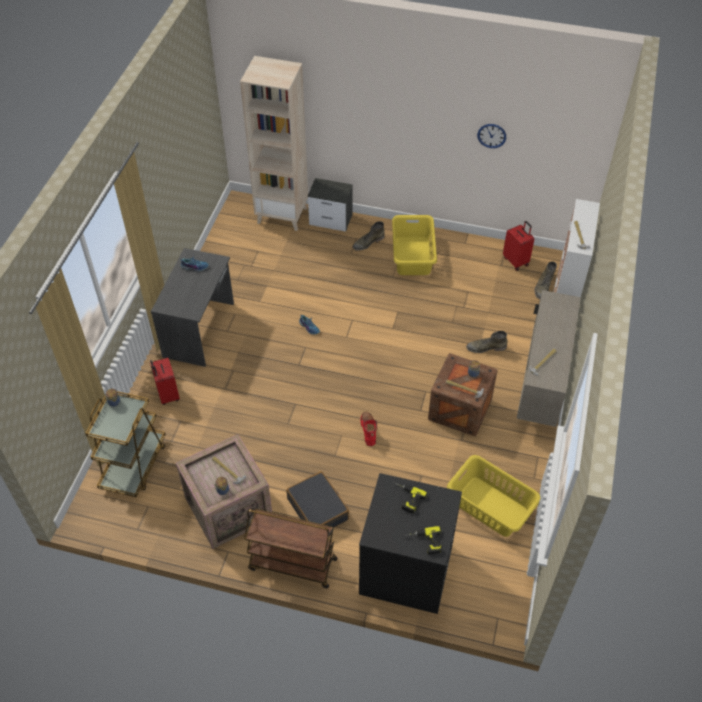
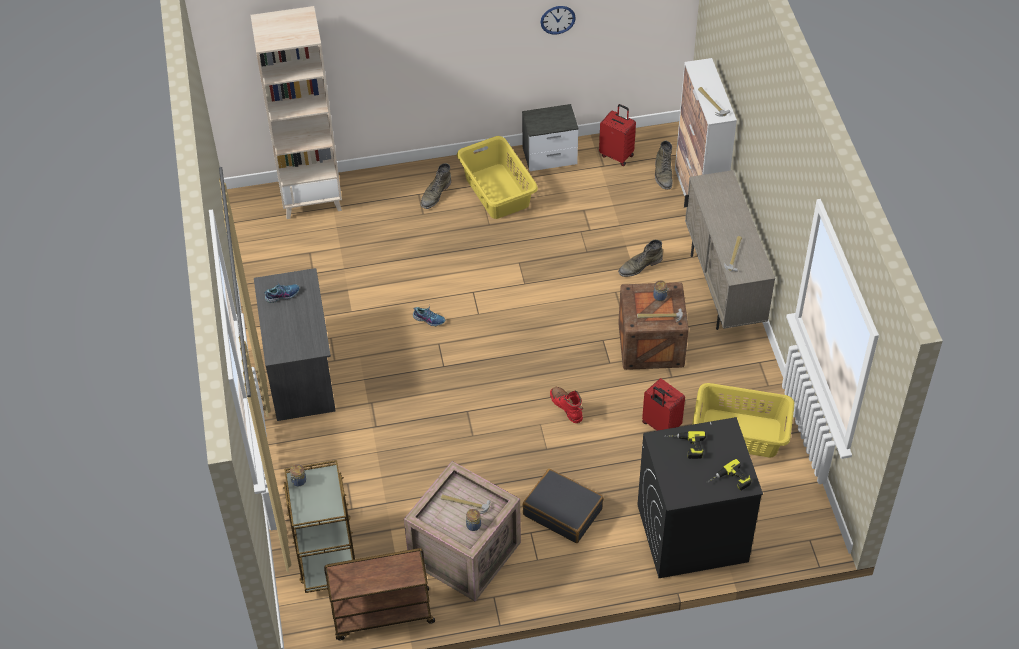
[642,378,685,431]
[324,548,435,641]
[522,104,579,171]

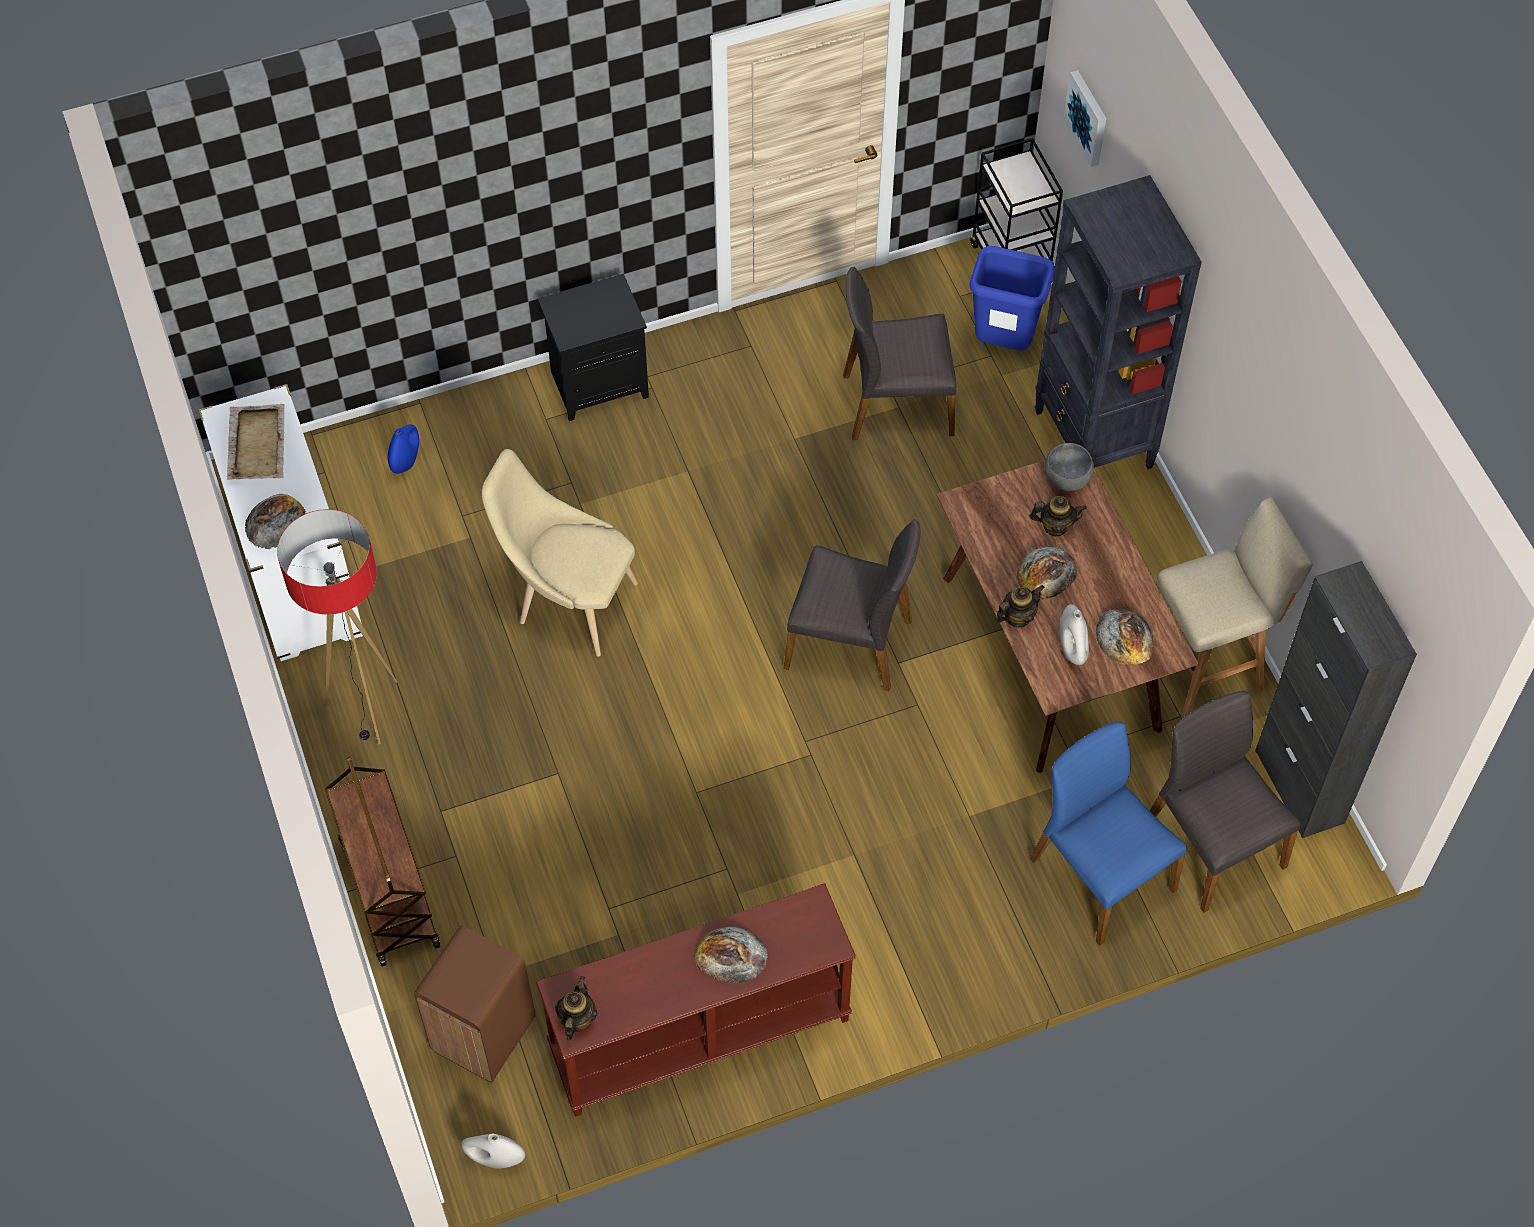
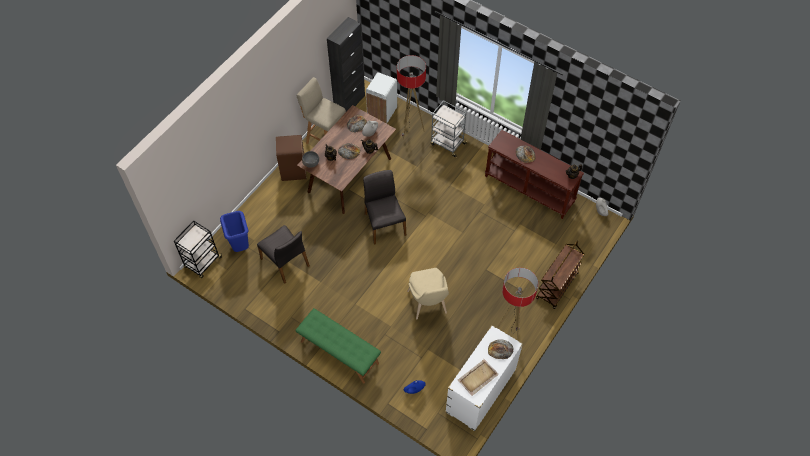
[276,135,306,181]
[295,308,381,384]
[397,55,426,140]
[1035,175,1202,469] (first image)
[1063,70,1106,167] (first image)
[366,72,397,124]
[430,100,467,157]

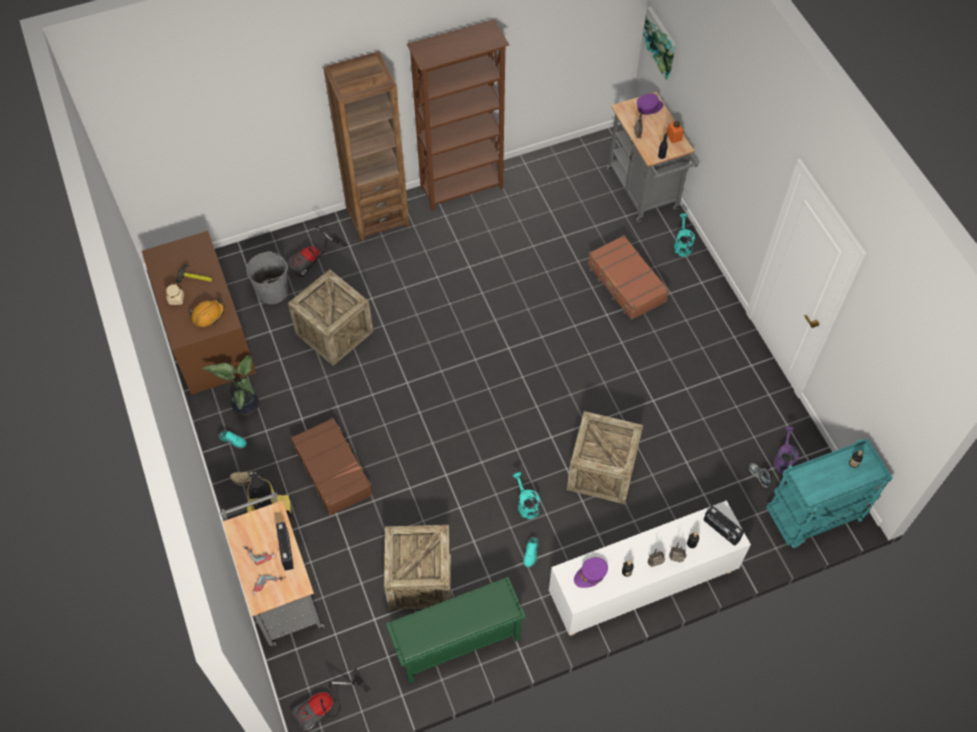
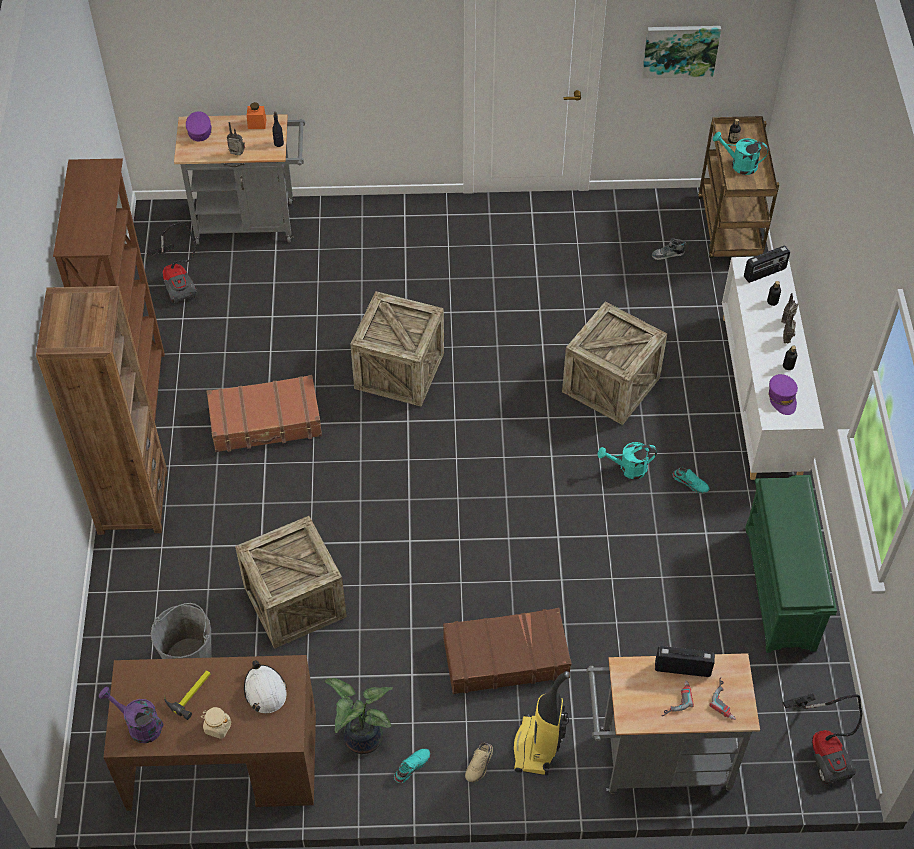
[244,660,287,713]
[147,222,196,304]
[350,291,444,406]
[207,375,322,452]
[642,26,721,79]
[713,132,768,175]
[698,116,779,258]
[99,687,164,743]

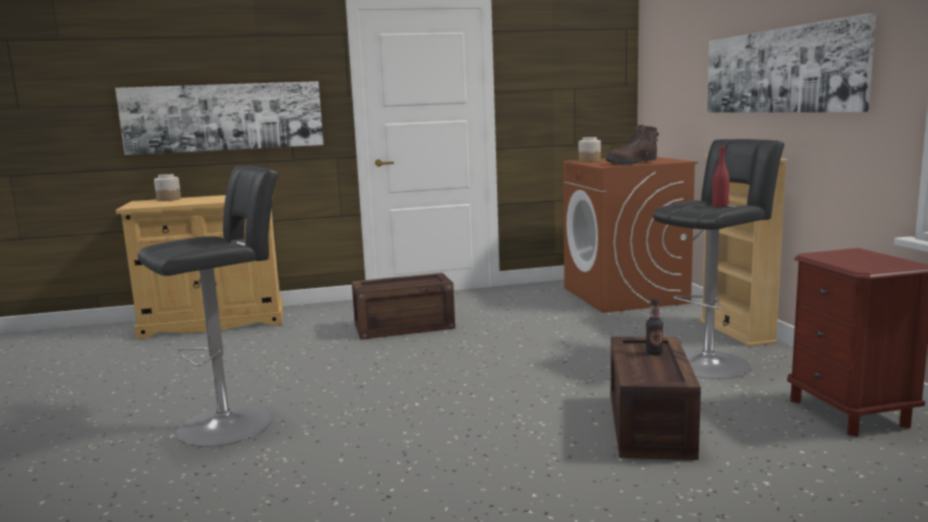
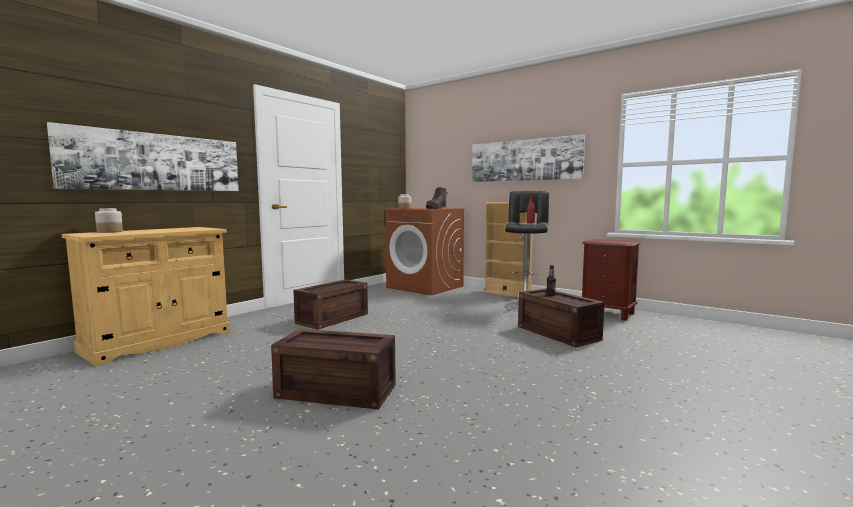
[271,329,396,409]

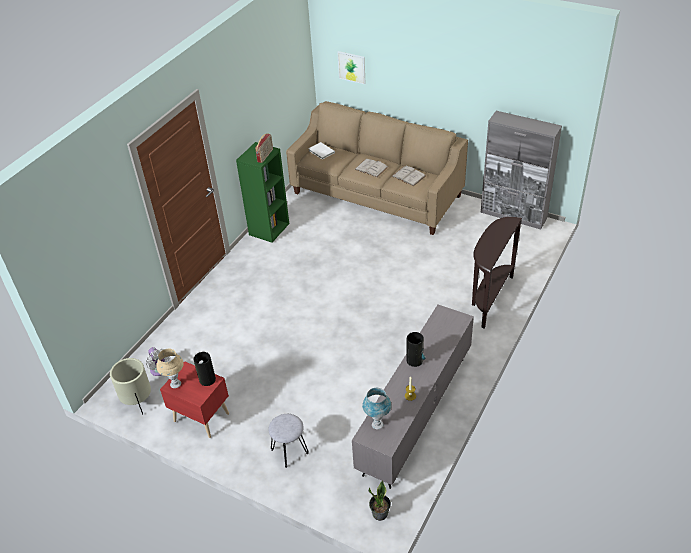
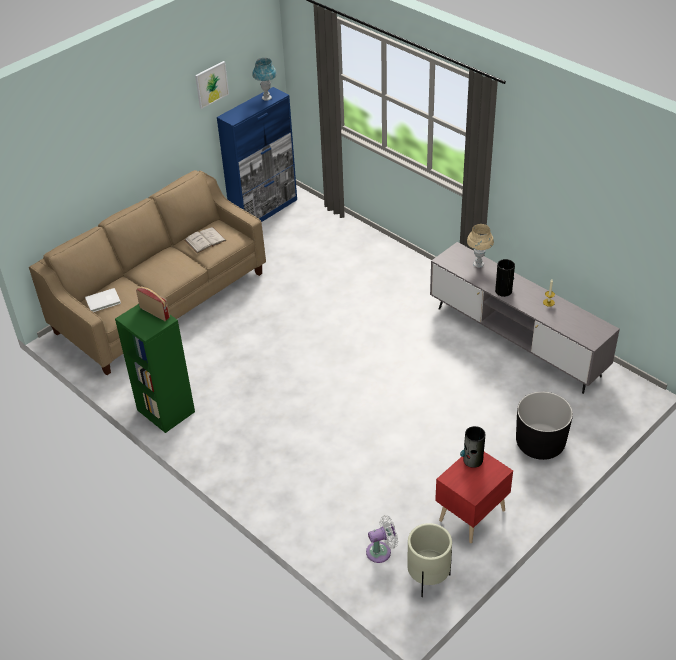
[467,224,494,268]
[516,392,573,460]
[195,61,229,109]
[354,159,388,177] (first image)
[252,58,277,101]
[369,481,391,521] (first image)
[472,217,522,328] (first image)
[217,87,297,222]

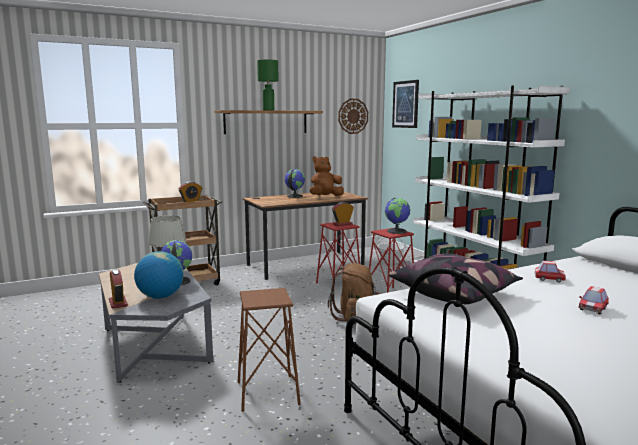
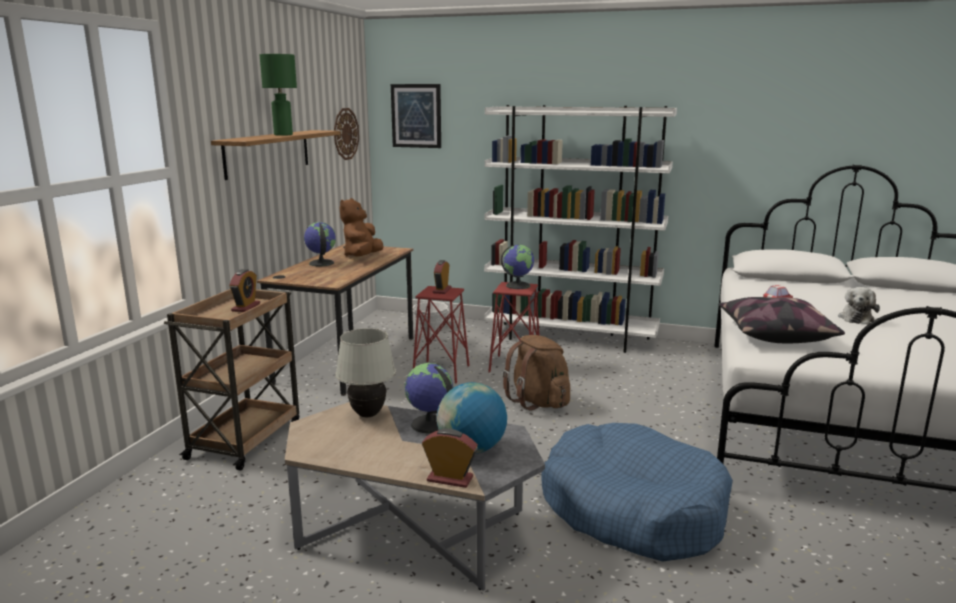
[541,423,733,561]
[838,287,880,325]

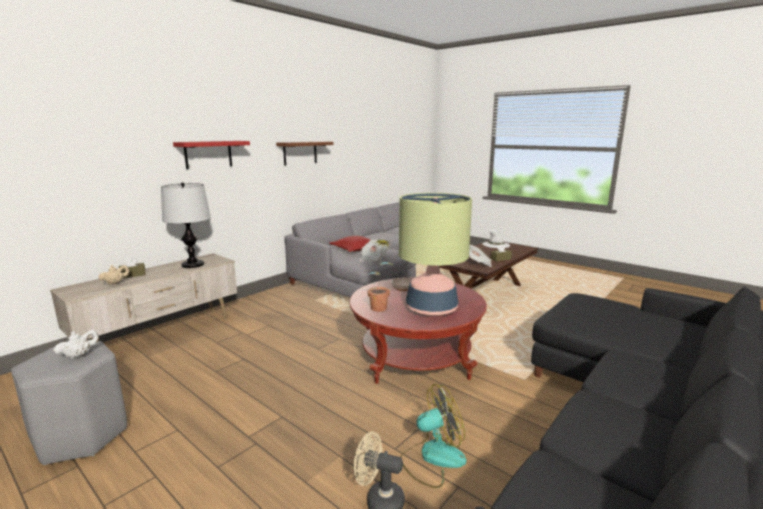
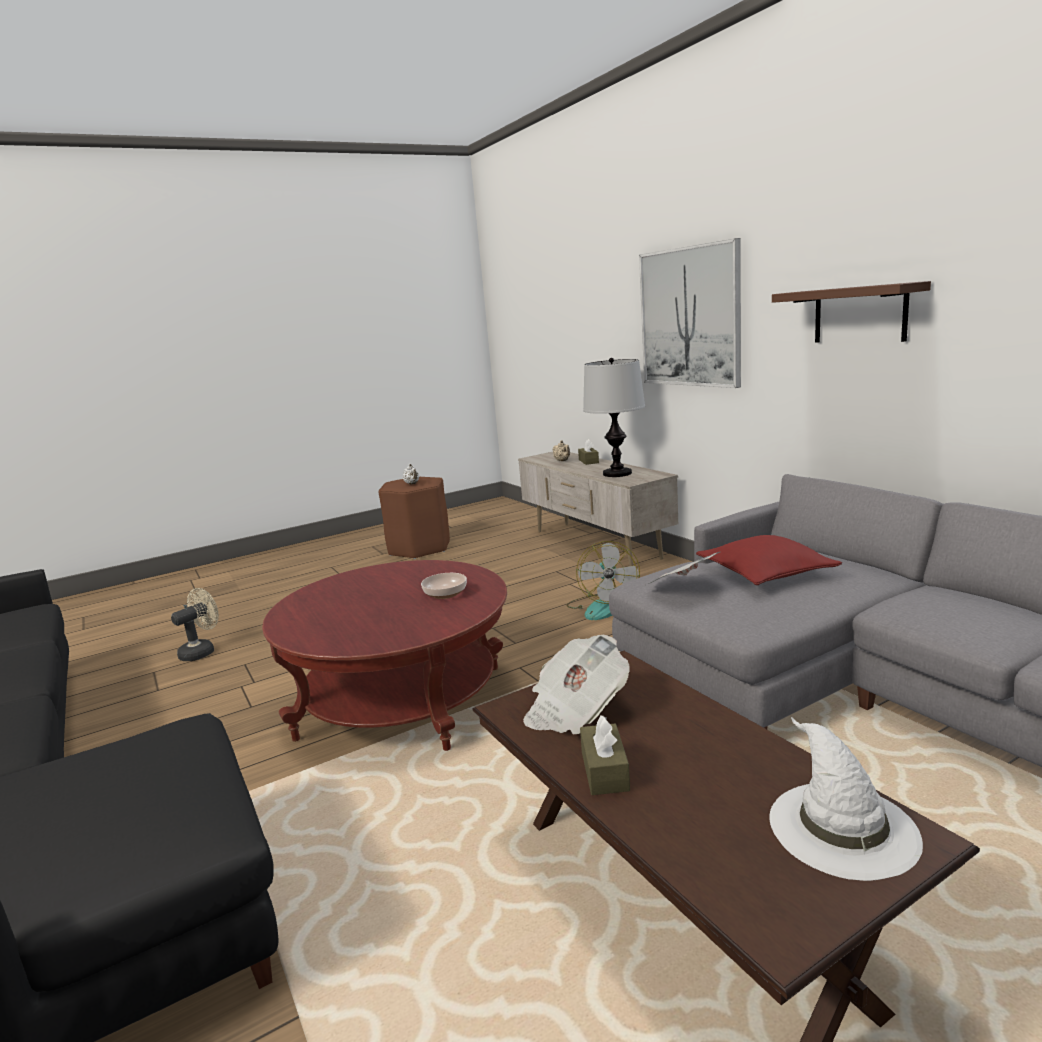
[379,477,450,559]
[639,238,741,388]
[368,239,394,312] (first image)
[399,193,472,316] (first image)
[567,541,640,620]

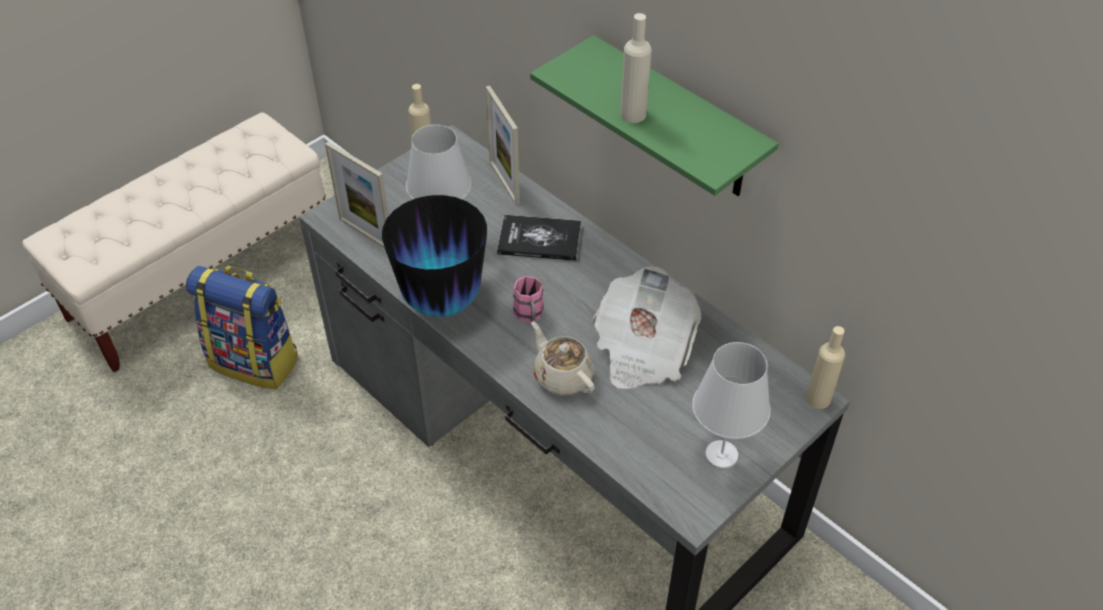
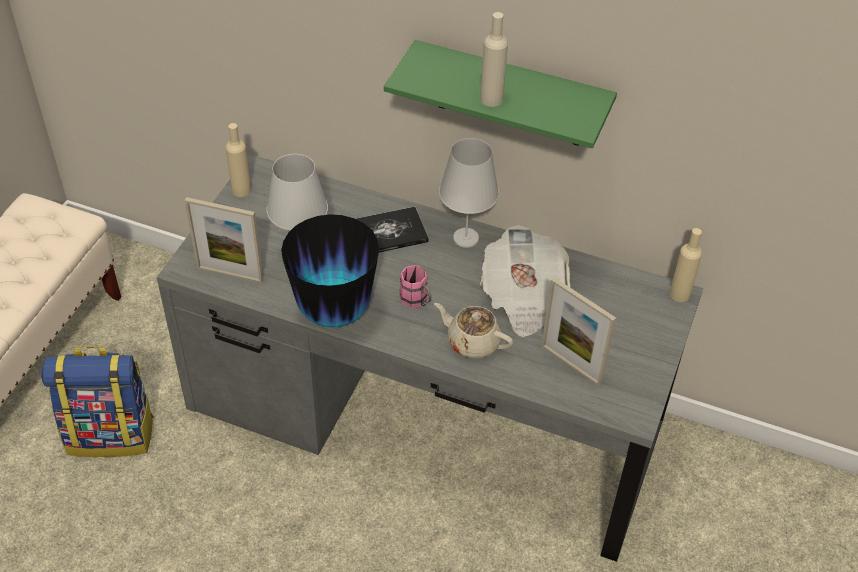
[541,277,616,386]
[439,138,499,248]

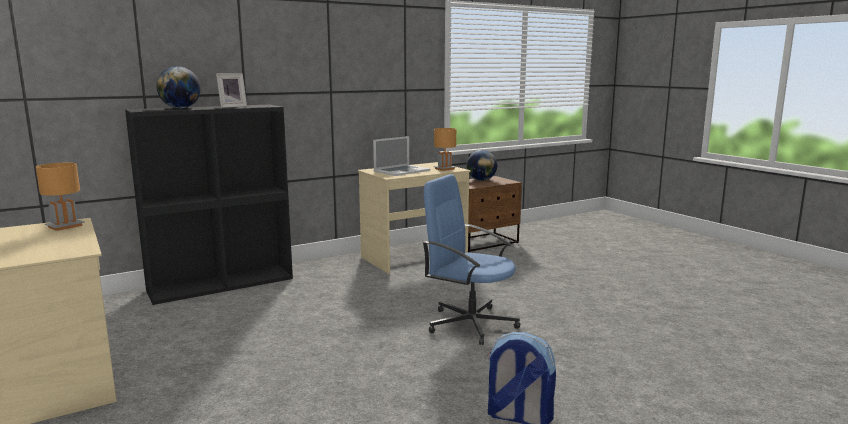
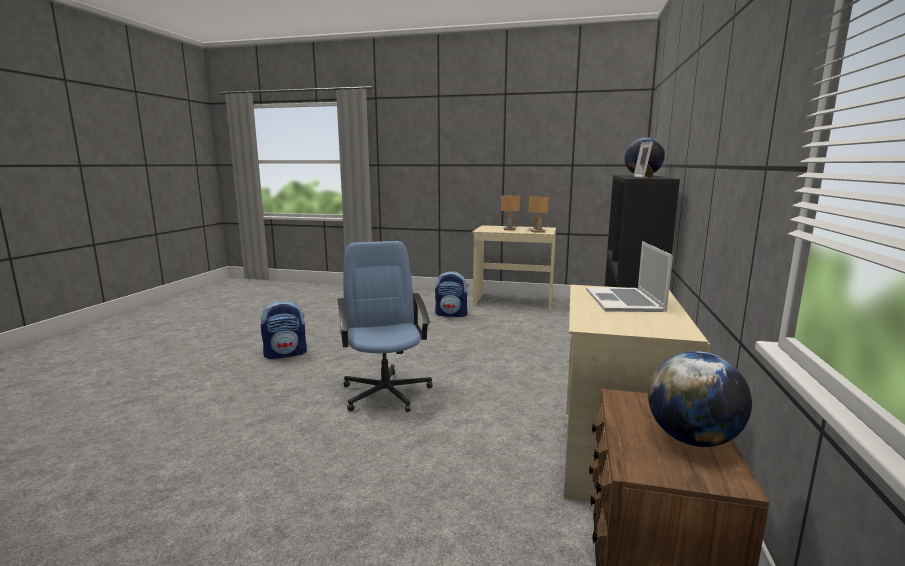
[337,241,433,412]
[501,195,520,231]
[435,271,469,317]

